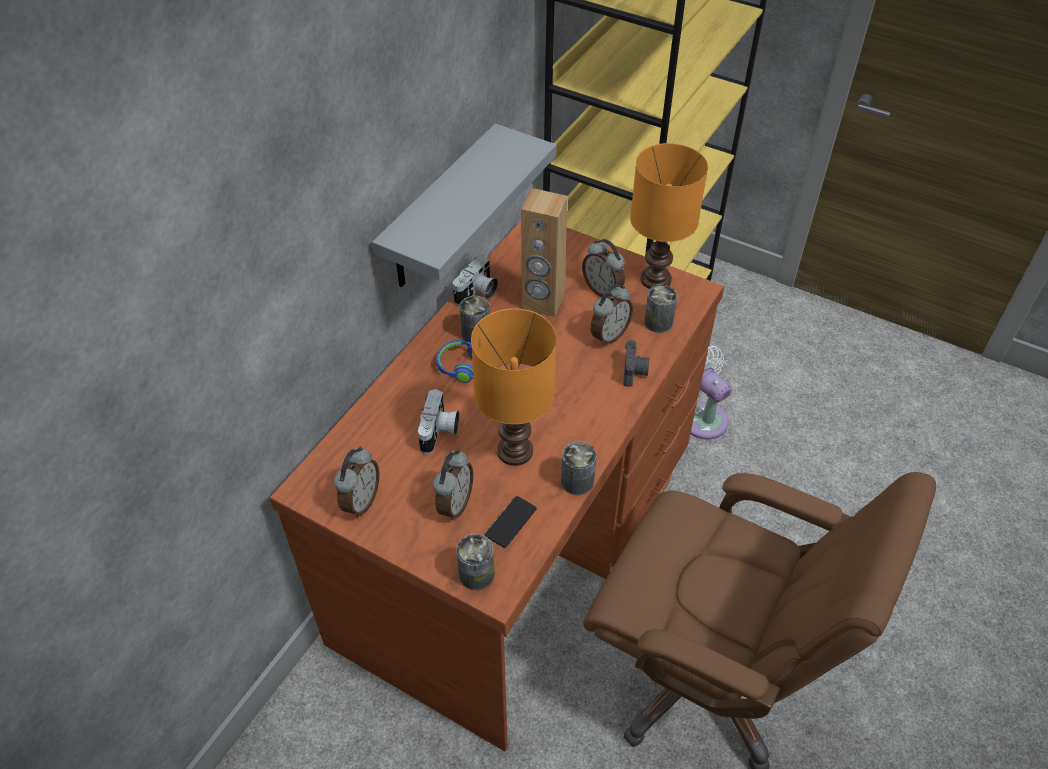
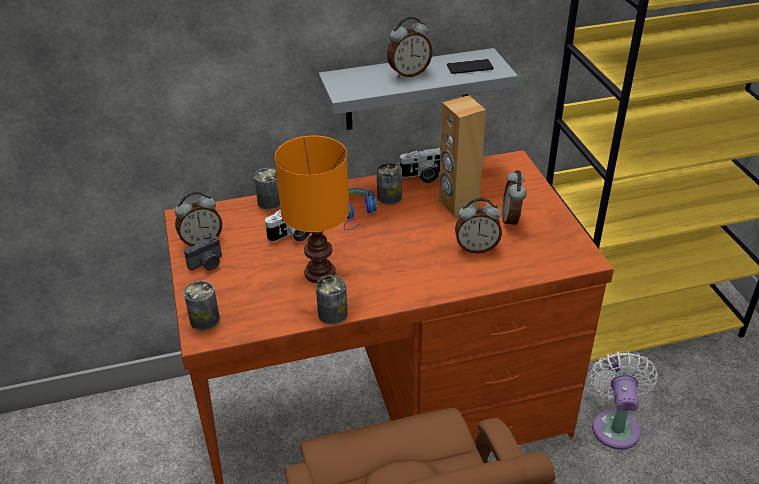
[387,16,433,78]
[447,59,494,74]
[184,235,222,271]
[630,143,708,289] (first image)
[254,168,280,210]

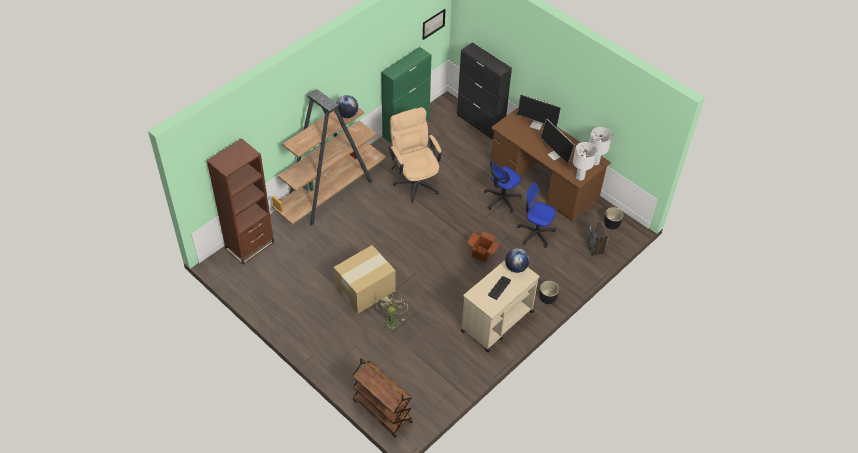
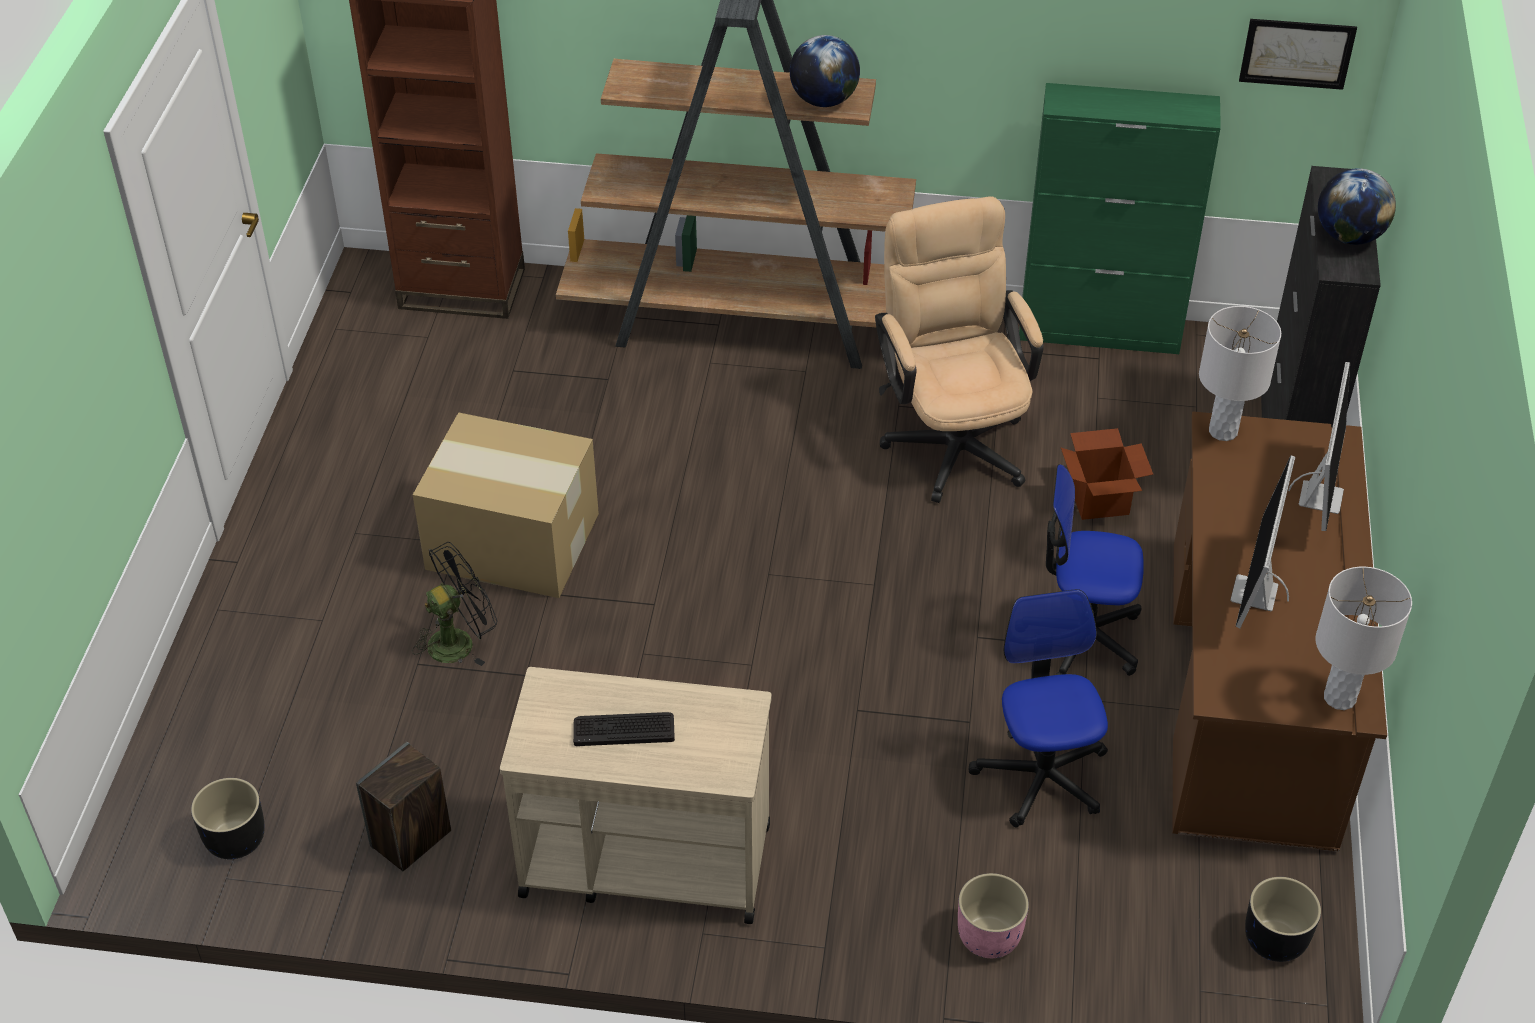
[352,358,413,438] (first image)
[412,542,497,666]
[875,196,1044,503]
[1061,428,1153,520]
[1318,168,1396,245]
[1288,362,1350,531]
[191,778,265,859]
[1199,306,1281,441]
[356,742,451,871]
[958,873,1029,958]

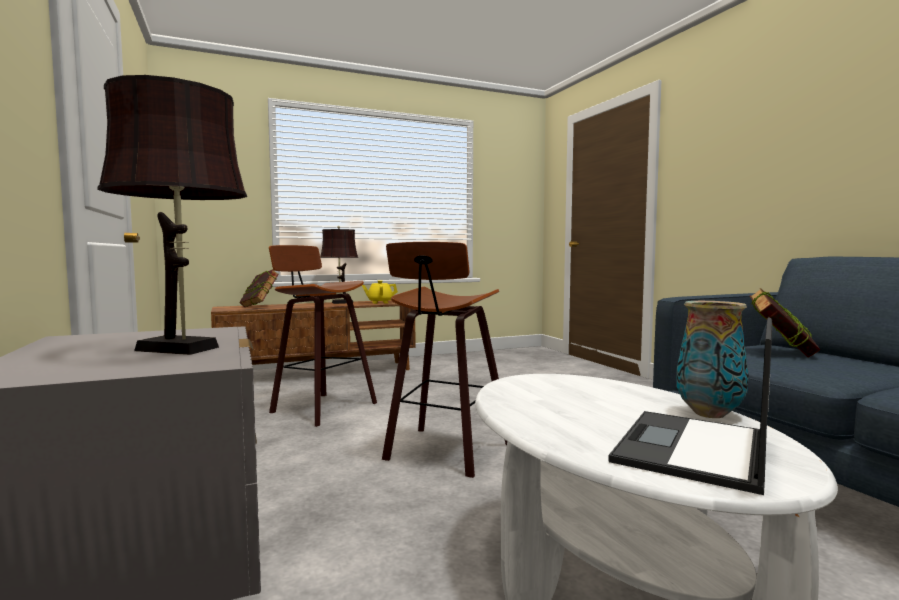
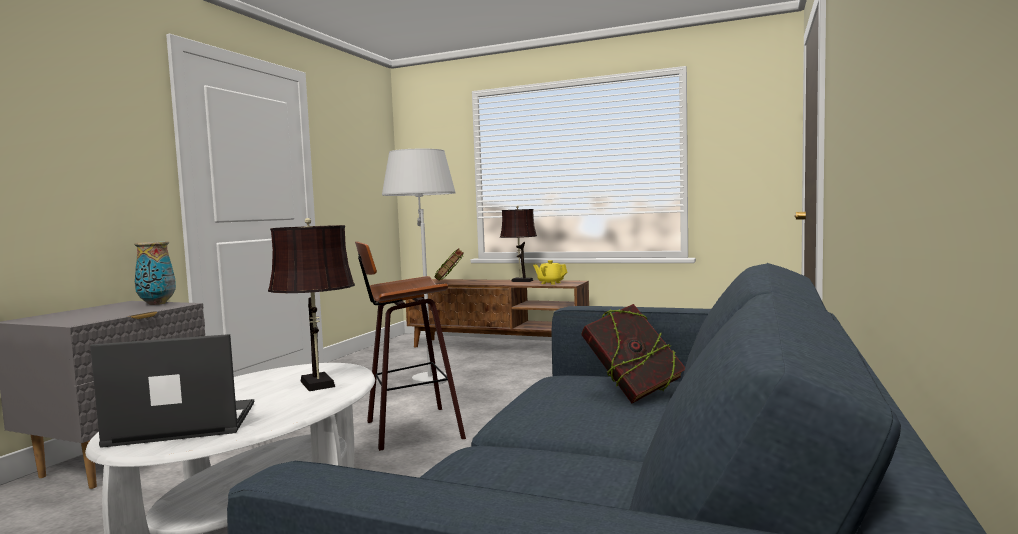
[268,218,355,391]
[382,149,455,386]
[134,241,176,305]

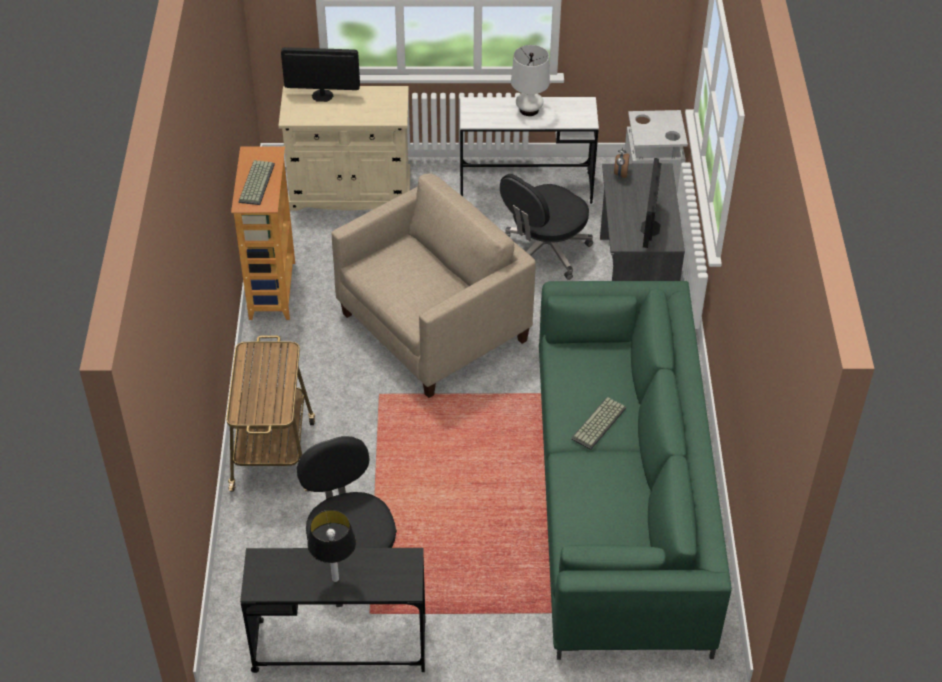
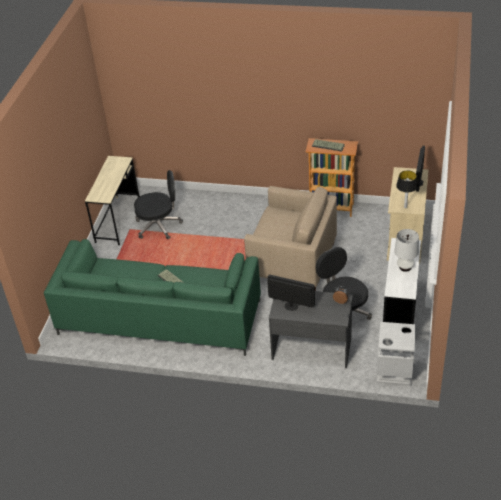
[226,335,315,491] (first image)
[85,156,140,245]
[396,170,418,208]
[244,186,337,291]

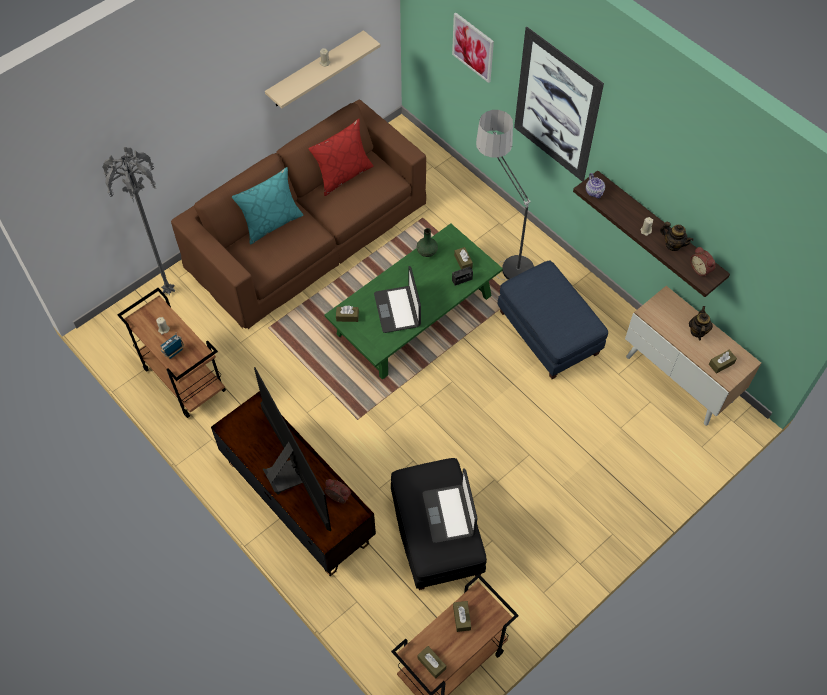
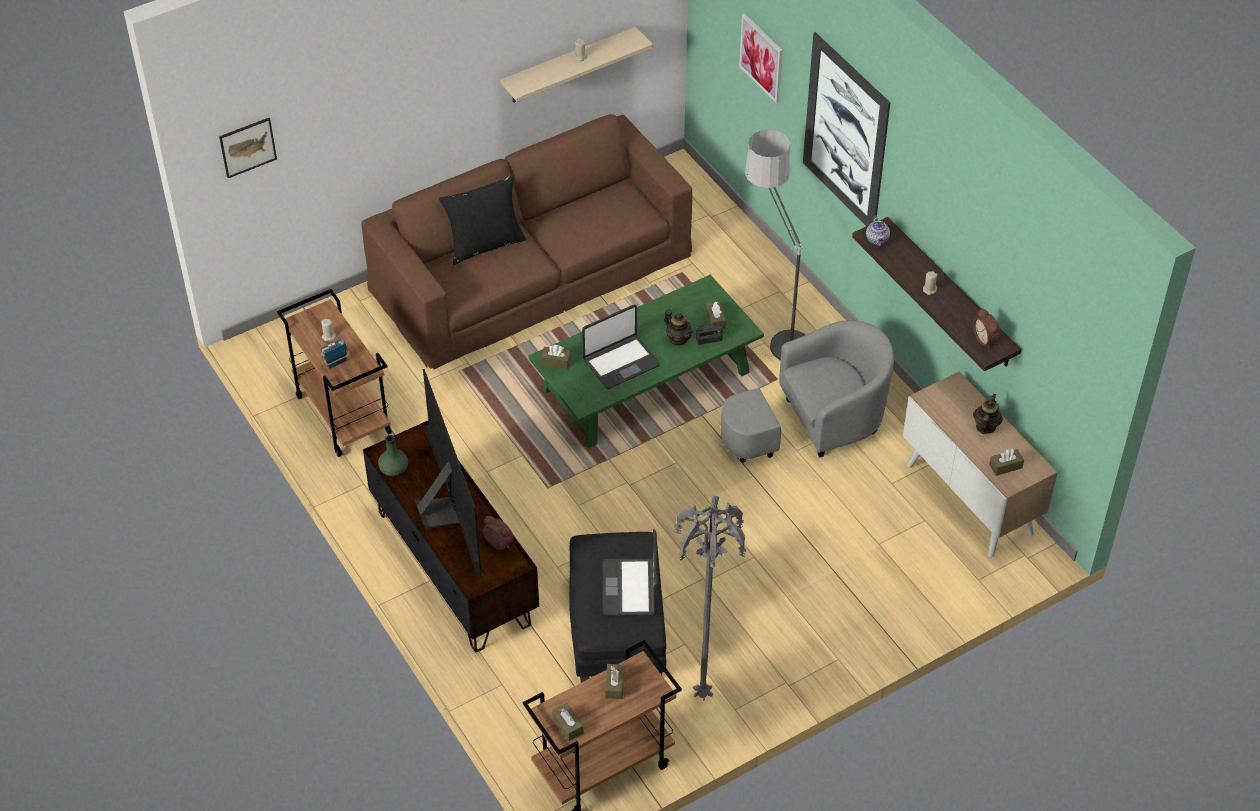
[674,496,746,701]
[439,174,526,265]
[309,119,374,196] (first image)
[582,304,660,389]
[378,435,408,476]
[721,320,894,463]
[664,310,693,345]
[219,118,277,178]

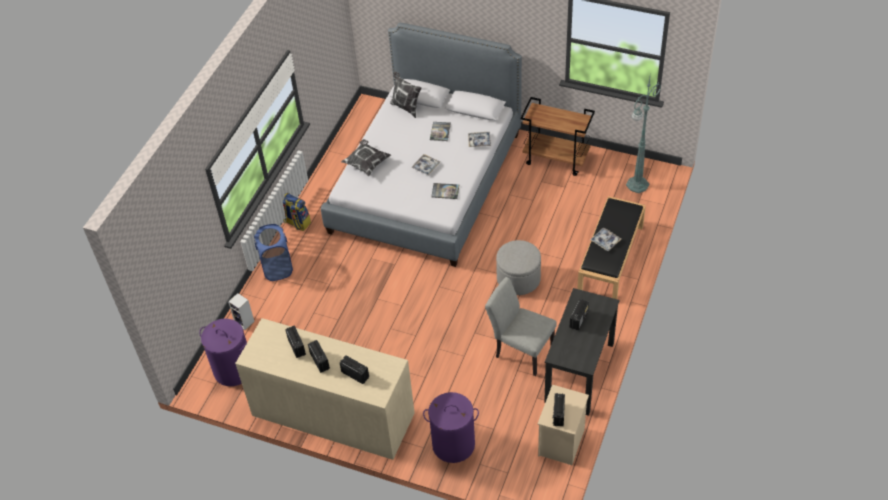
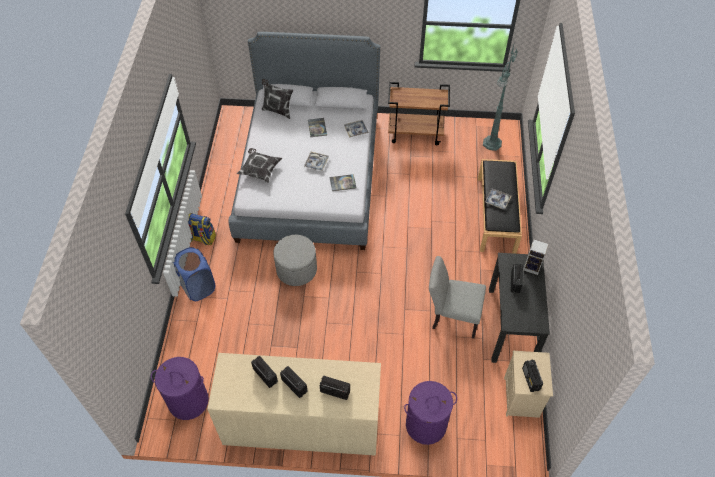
[523,239,548,275]
[273,235,317,286]

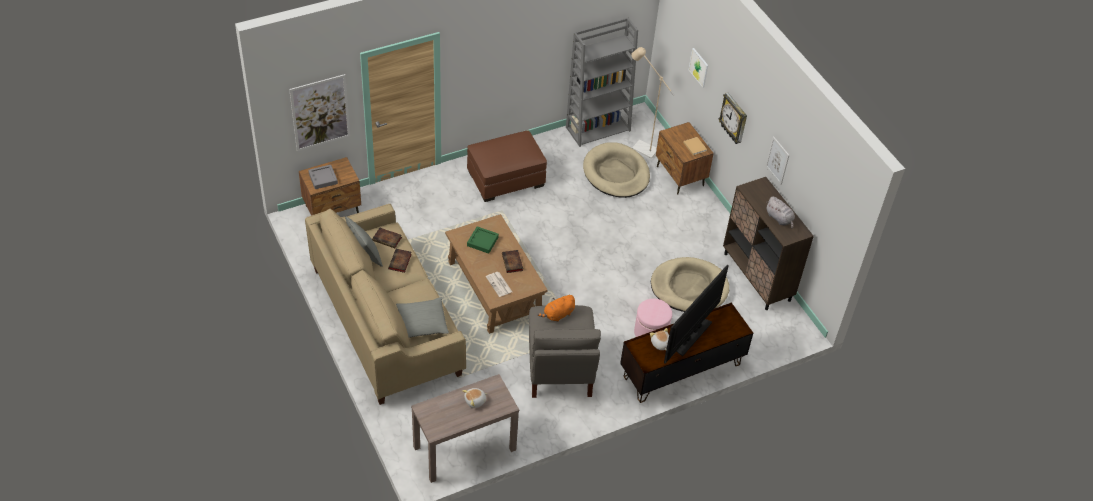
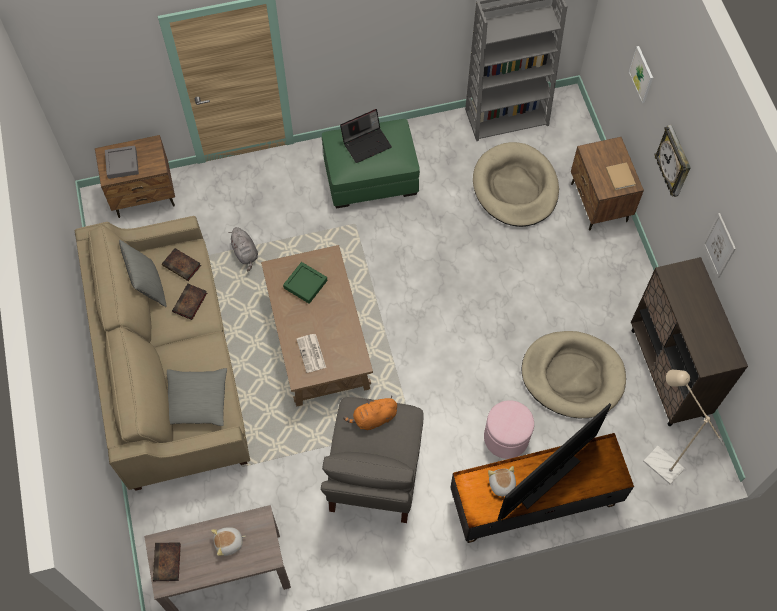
[289,74,350,151] (first image)
[322,119,420,208]
[153,542,181,581]
[643,370,725,484]
[229,227,258,271]
[340,109,392,163]

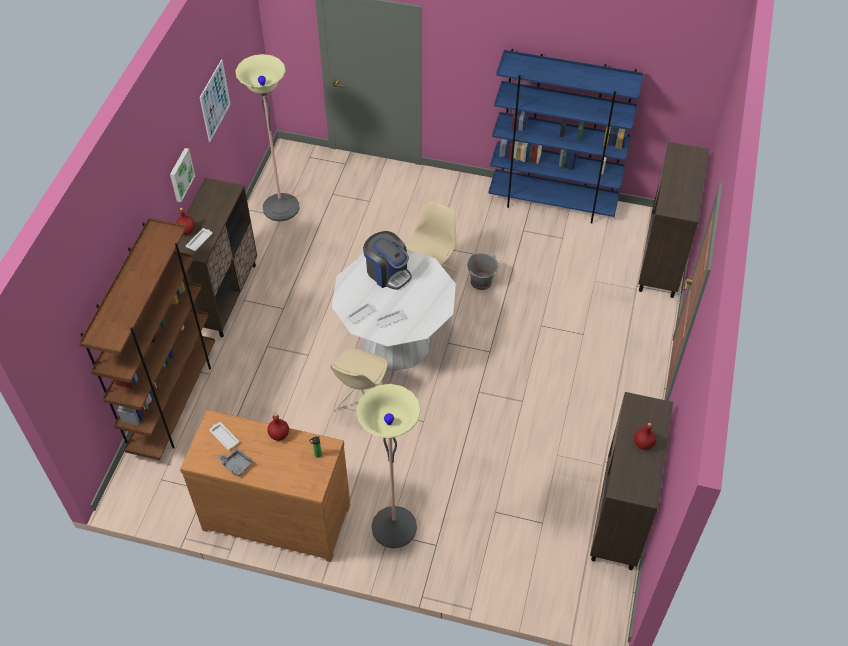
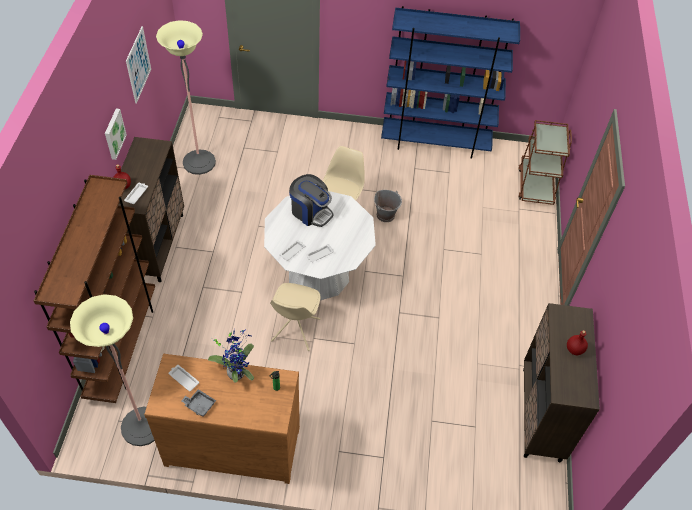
[208,329,254,383]
[70,294,155,446]
[518,120,572,205]

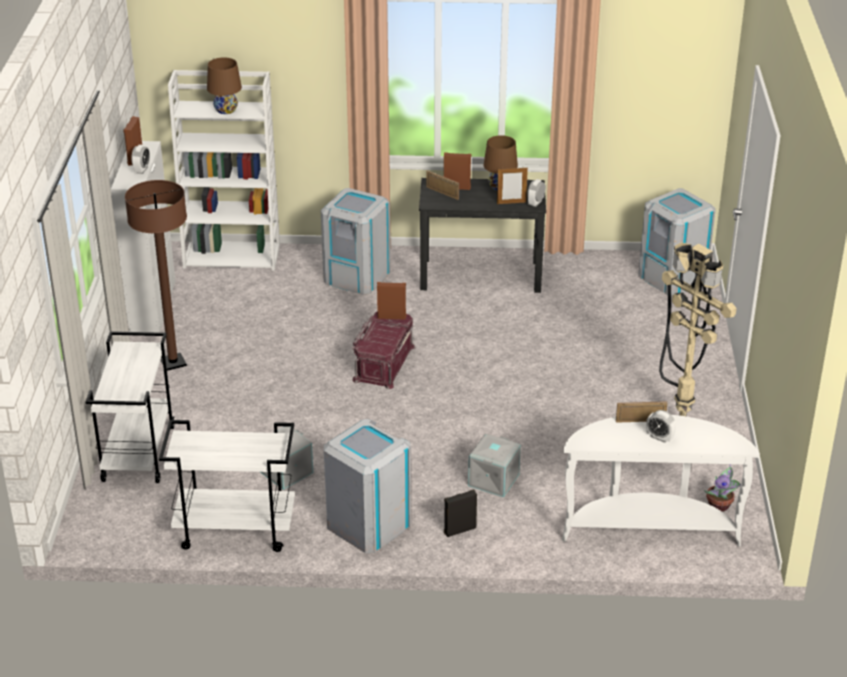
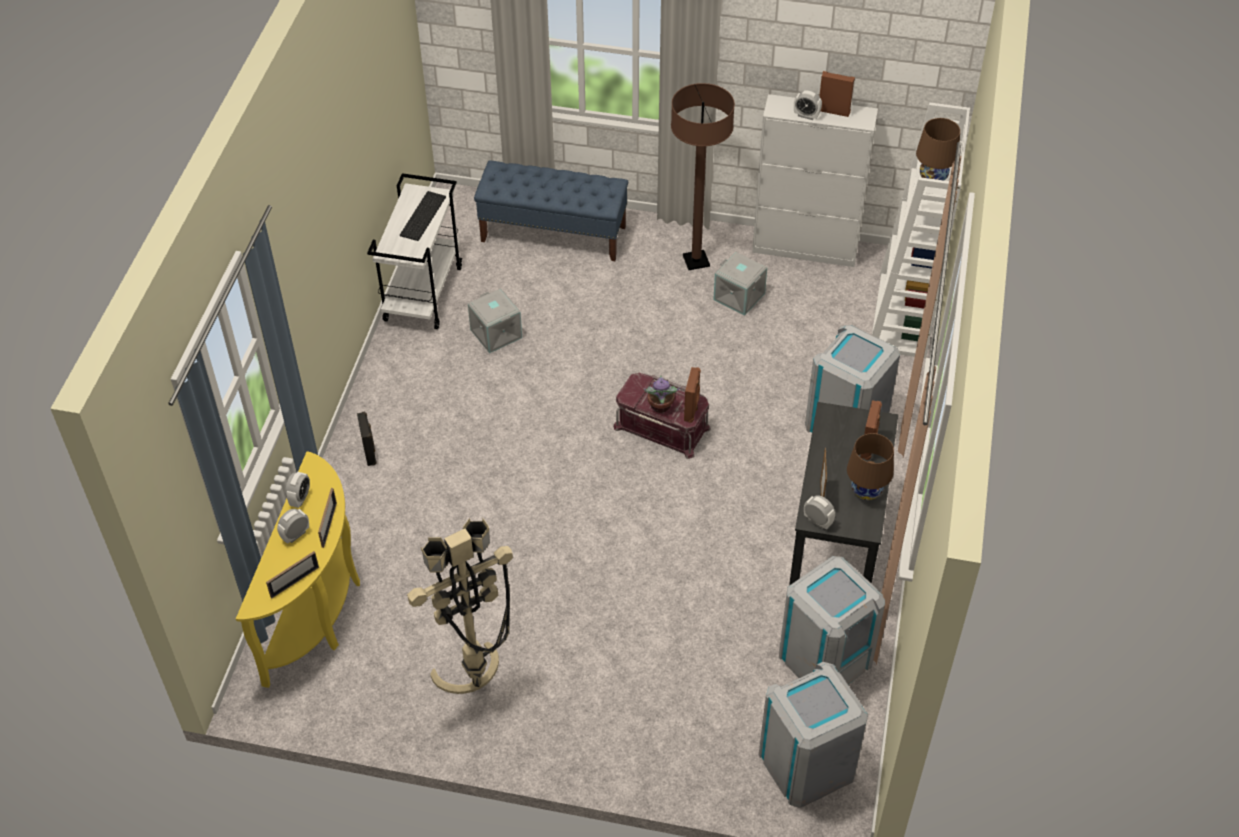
[474,160,628,261]
[779,556,885,684]
[266,551,319,598]
[713,252,767,316]
[236,451,360,688]
[644,375,680,413]
[285,472,310,508]
[400,191,446,241]

